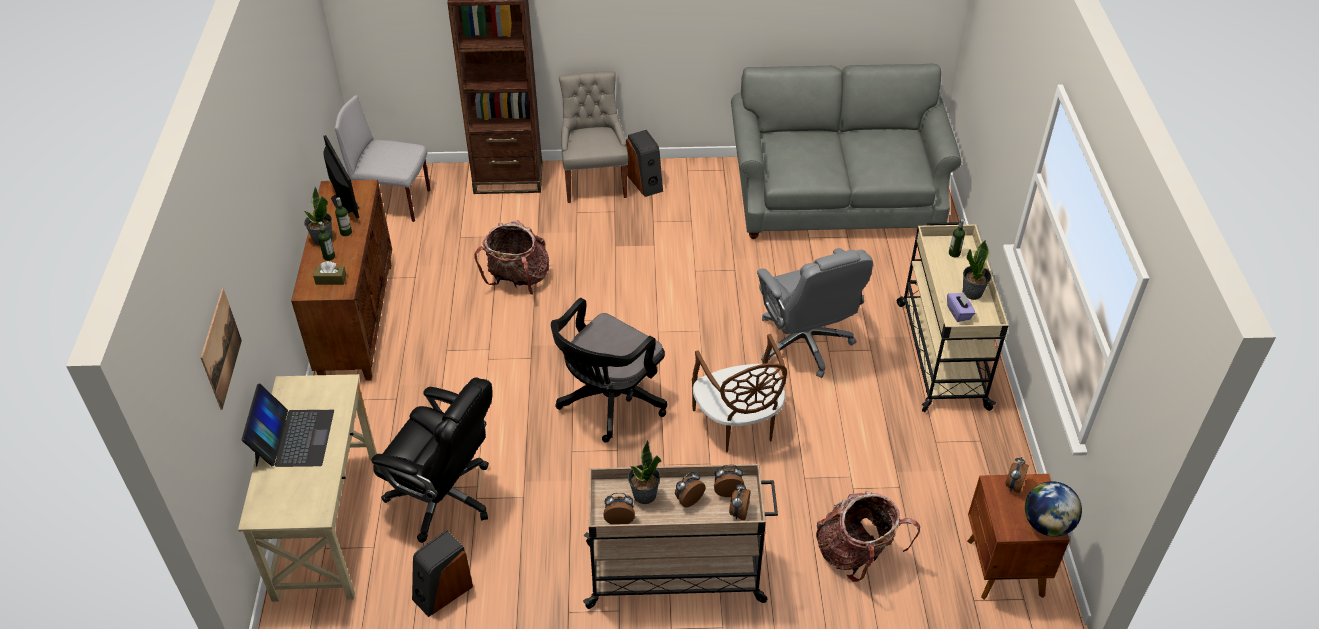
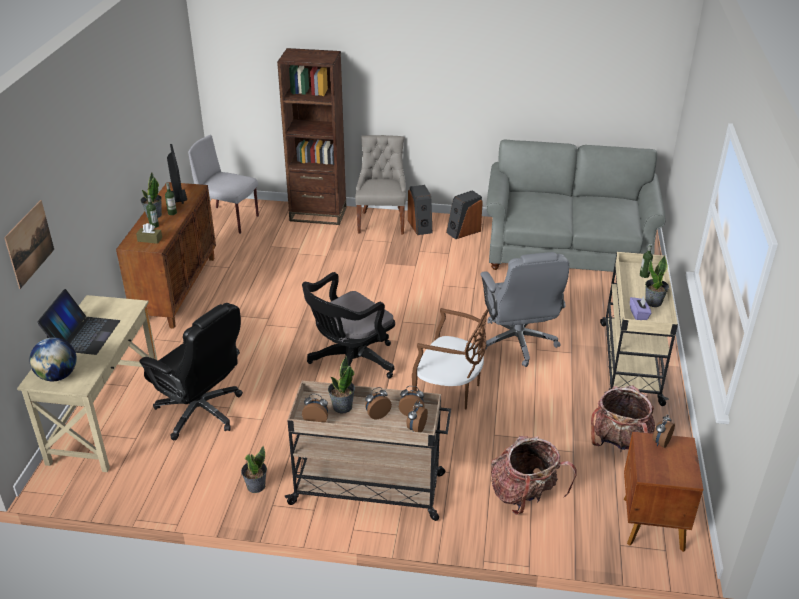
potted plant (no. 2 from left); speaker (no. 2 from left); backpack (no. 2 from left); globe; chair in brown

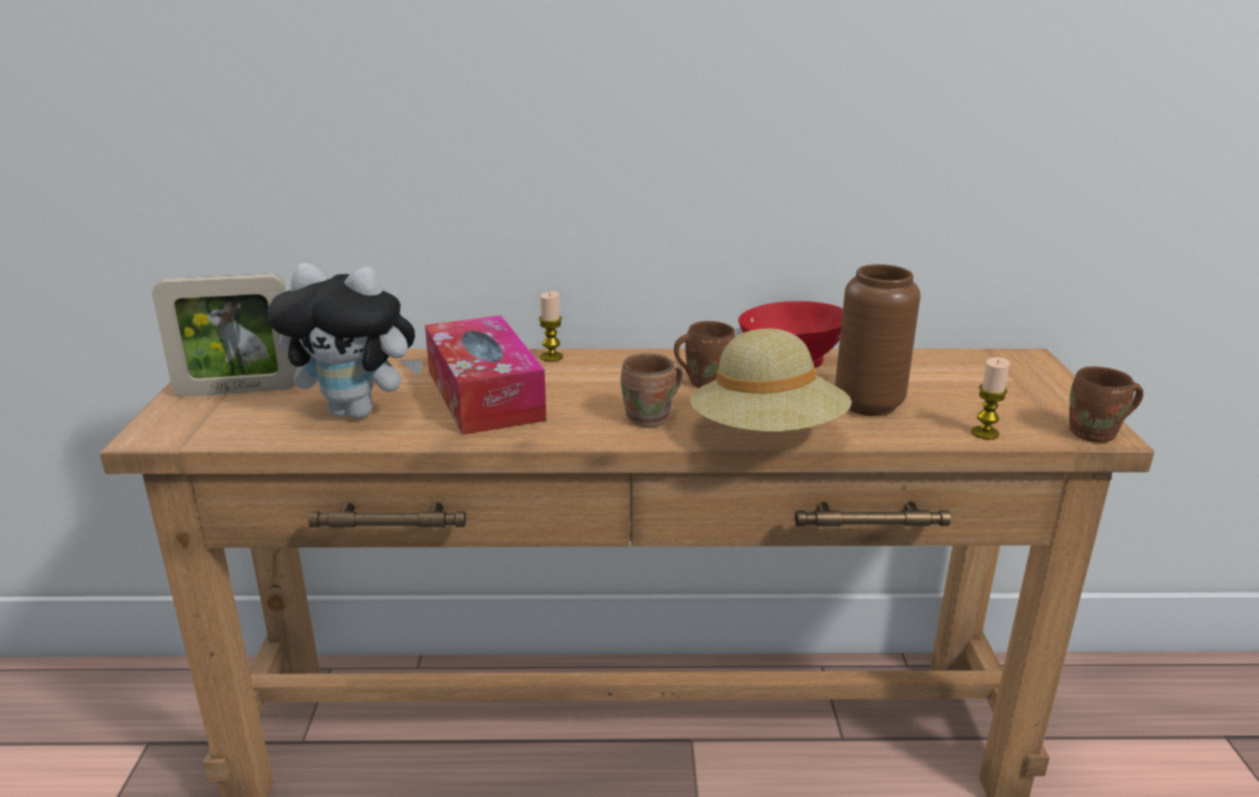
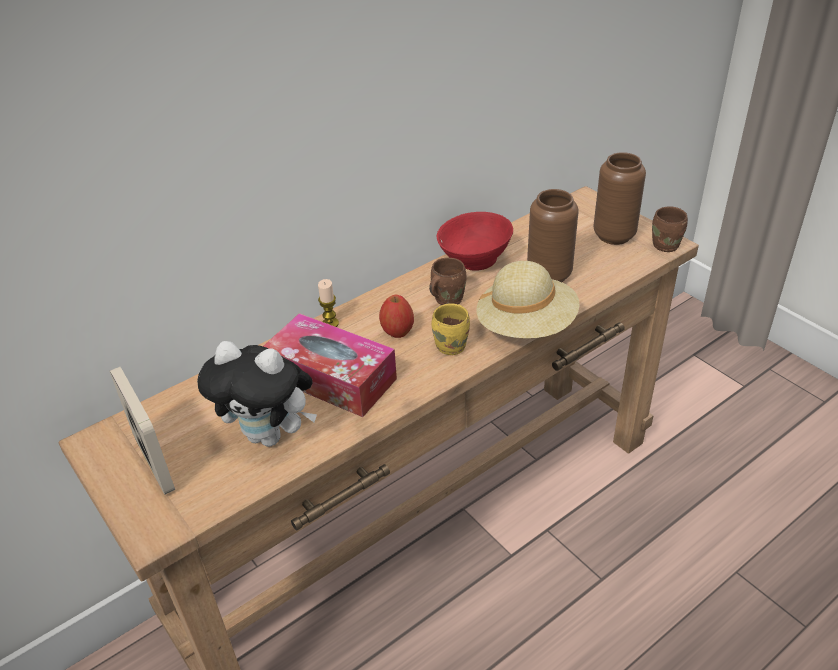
candle (no. 2 from left in the first image); apple; vase in brown (no. 2 from left); mug in yellow; picture frame; plush toy

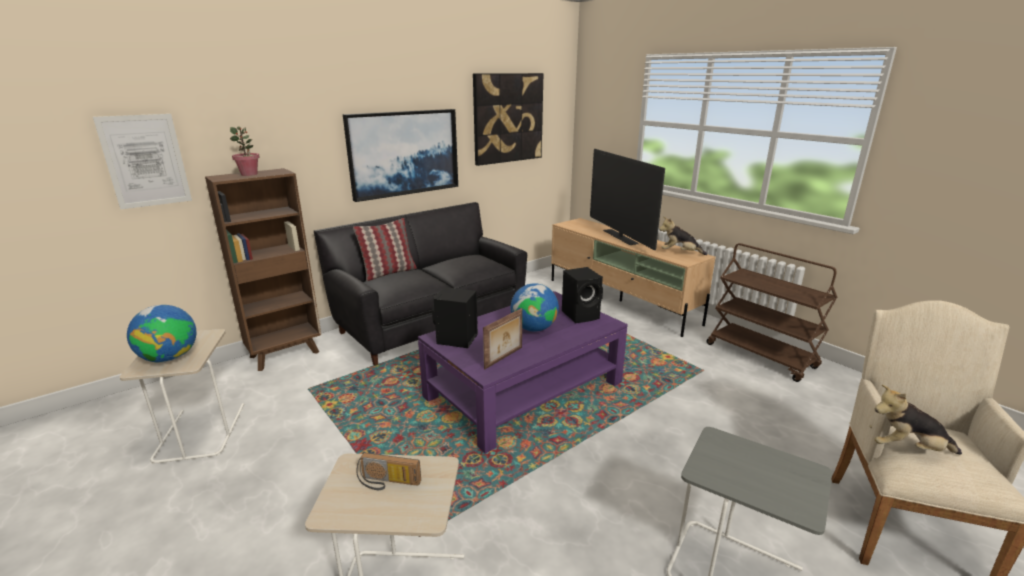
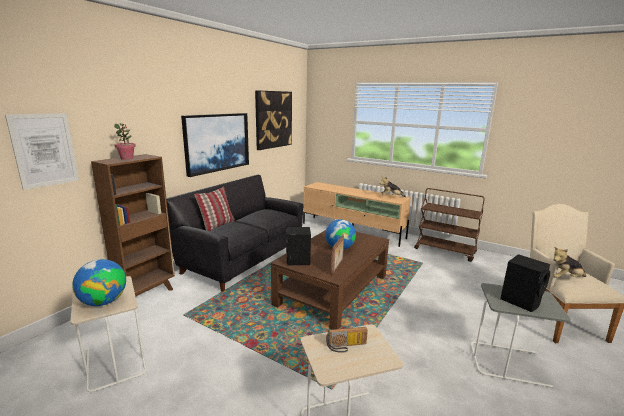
television; speaker in black (no. 2 from left); coffee table in brown

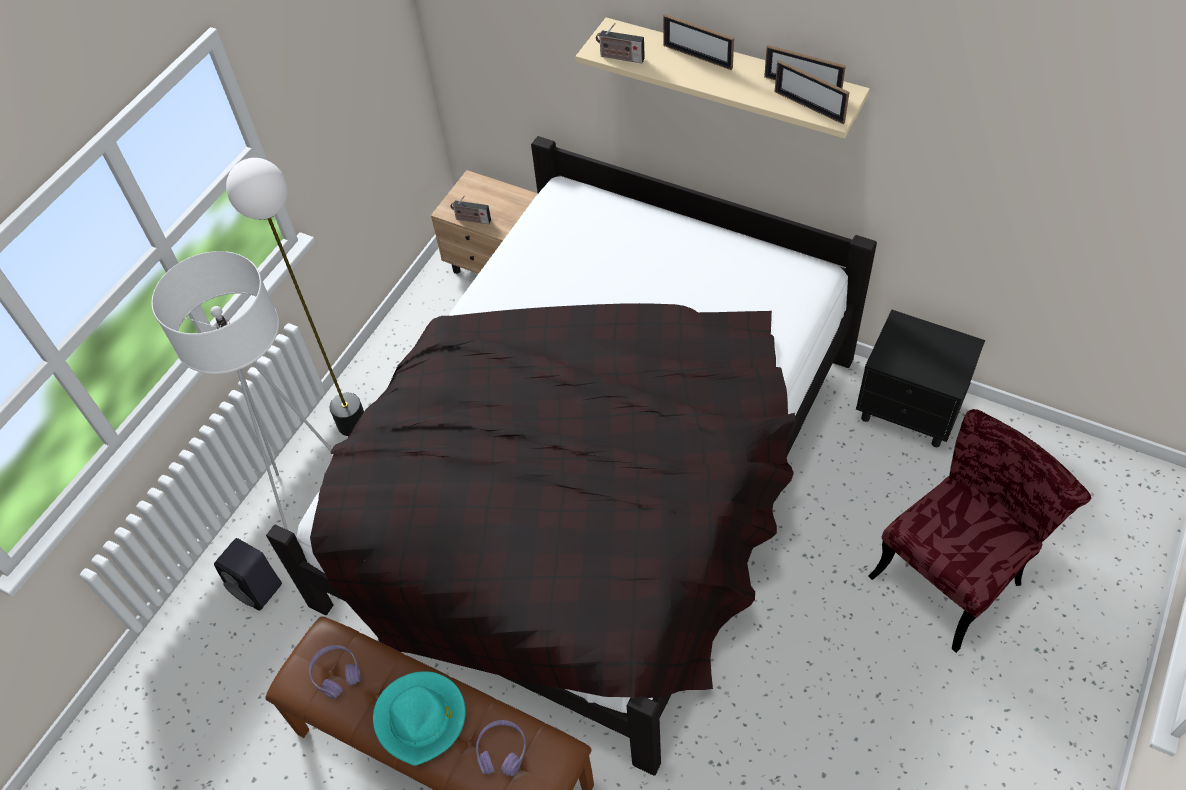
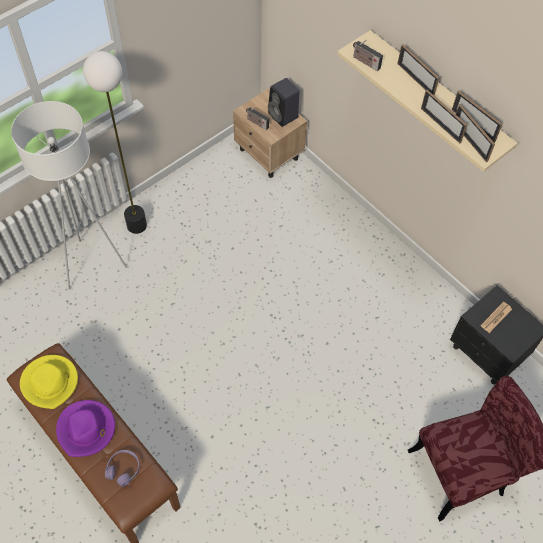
bed in black; picture frame (no. 2 from left); newspaper; speaker in black; hat in yellow; hat in purple

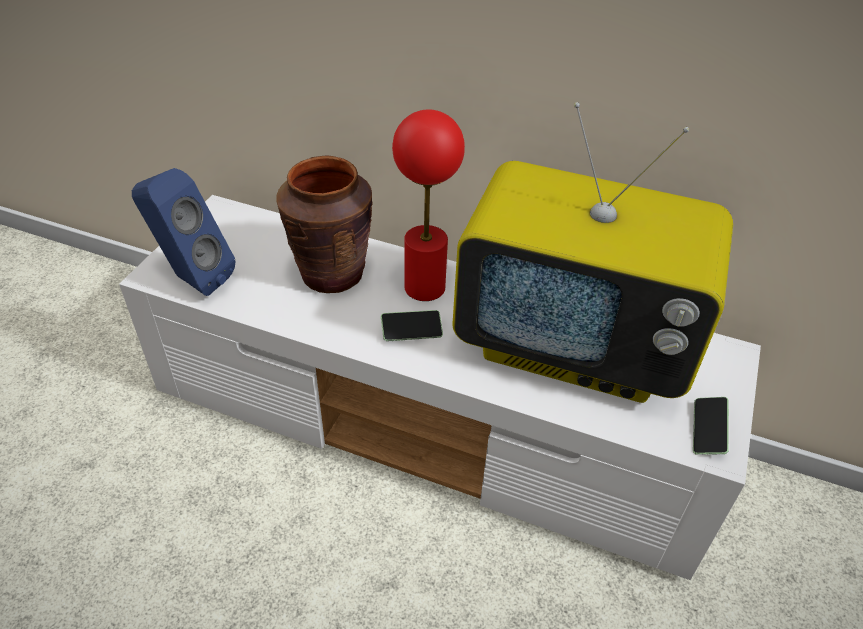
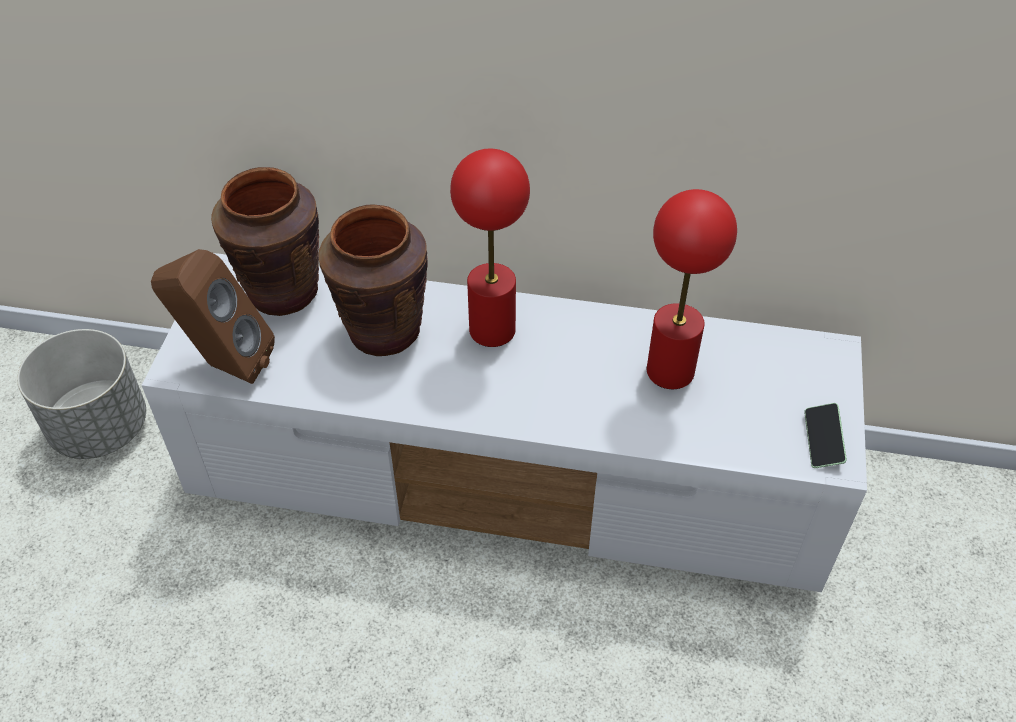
phone (no. 1 from left in the first image); planter in grey; vase in brown (no. 1 from left); table lamp in red (no. 2 from left); speaker in brown

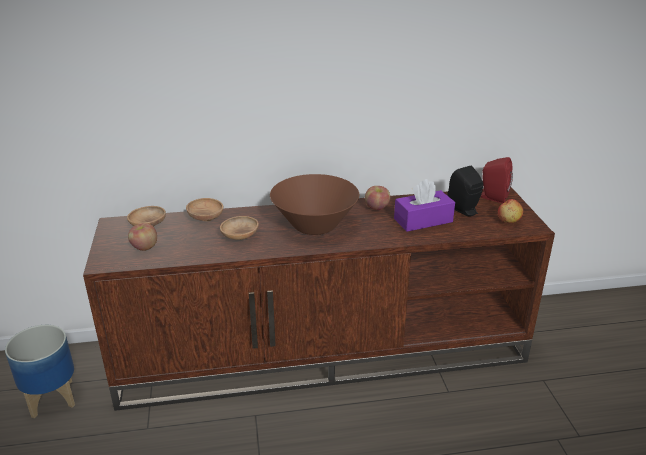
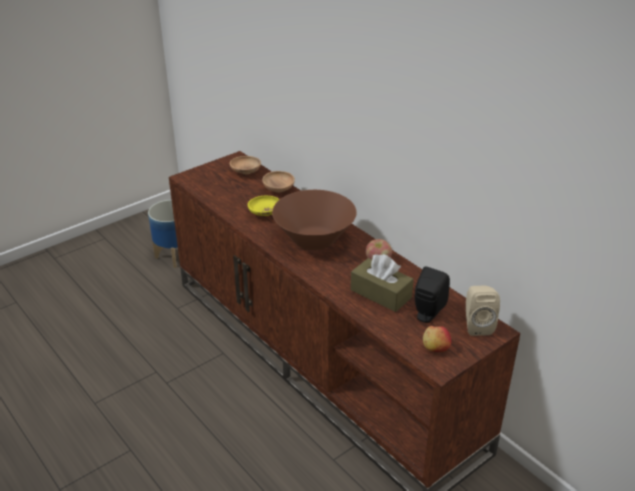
apple (no. 1 from left in the first image); bowl in yellow; tissue box in brown; speaker in beige

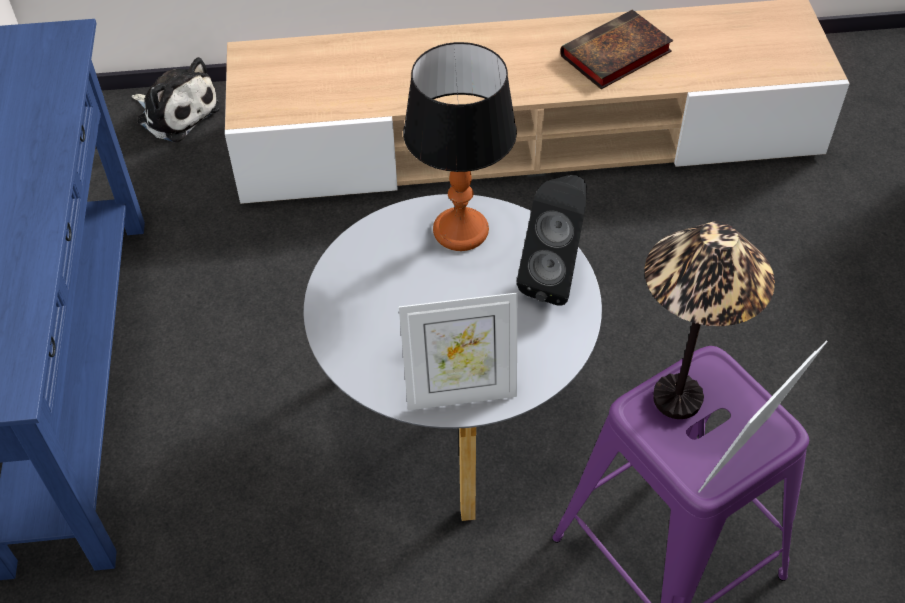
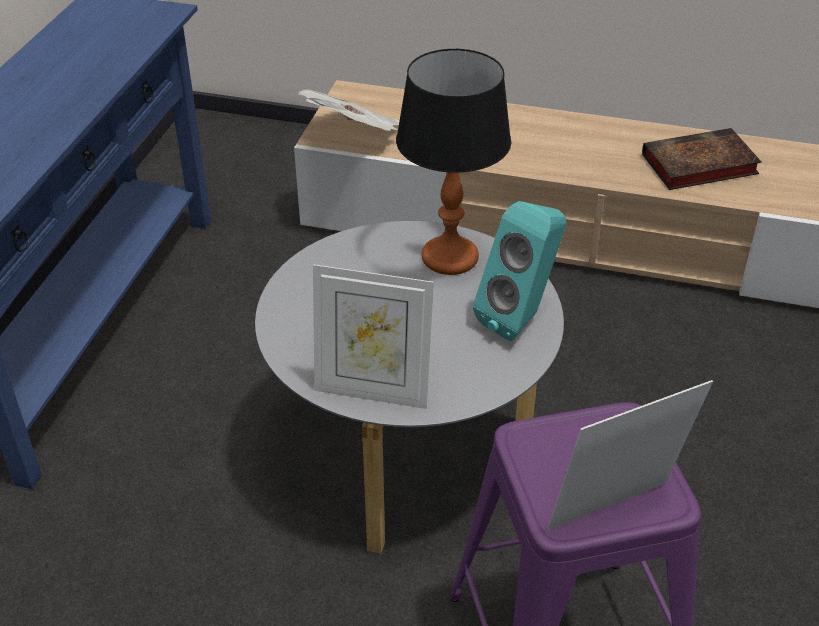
plush toy; table lamp (no. 2 from left in the first image); newspaper; speaker in turquoise

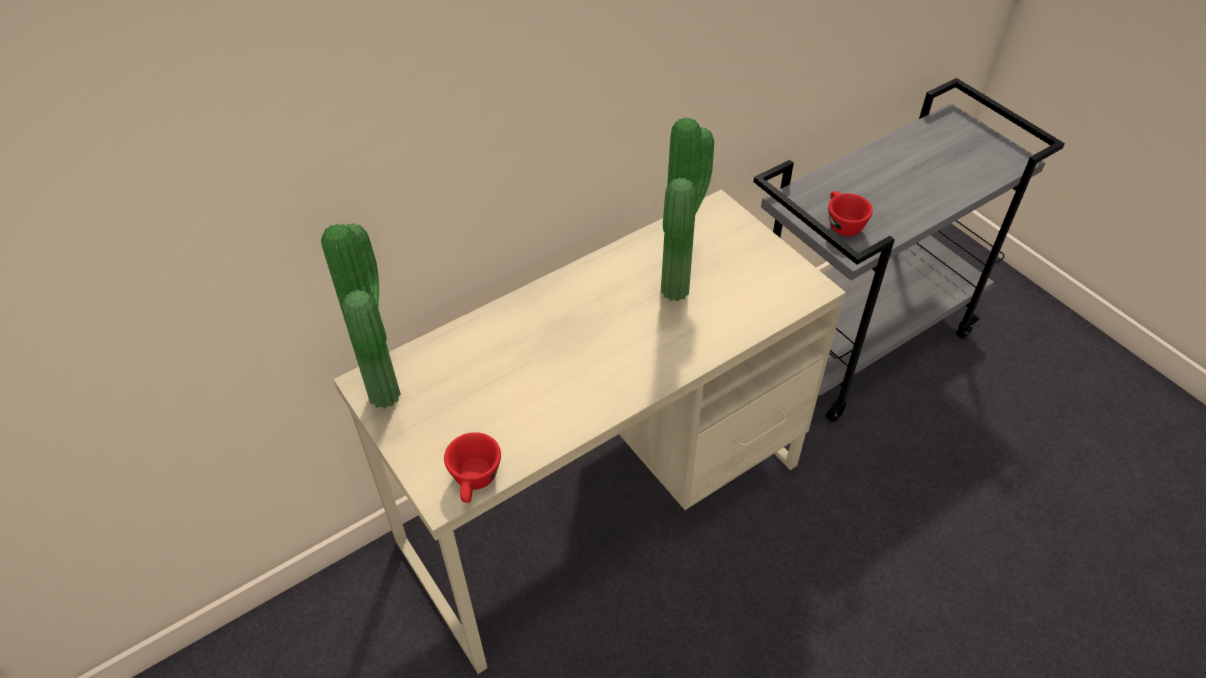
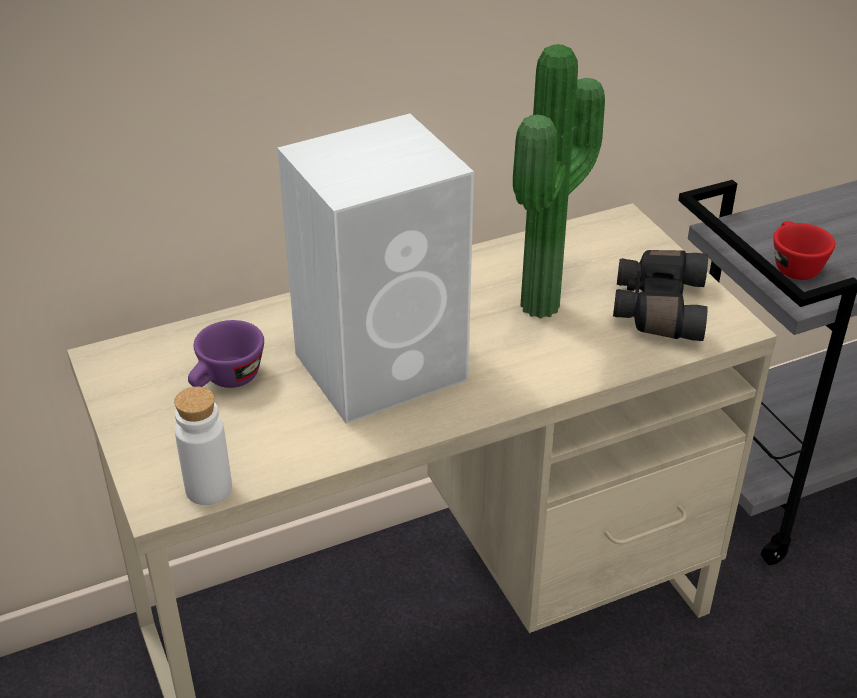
potted plant (no. 1 from left in the first image); cup in purple; speaker in white; binoculars in black; bottle in white

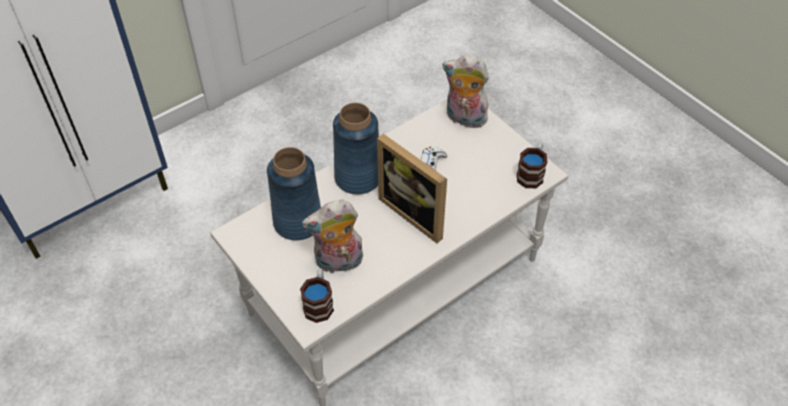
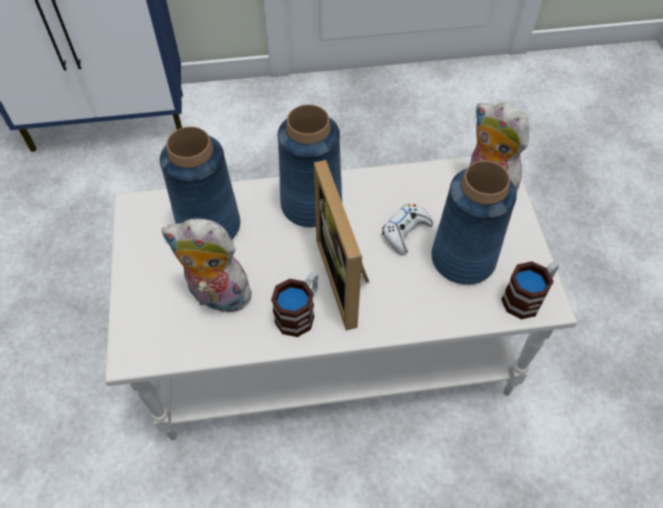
vase in blue (no. 3 from left); mug (no. 1 from left)

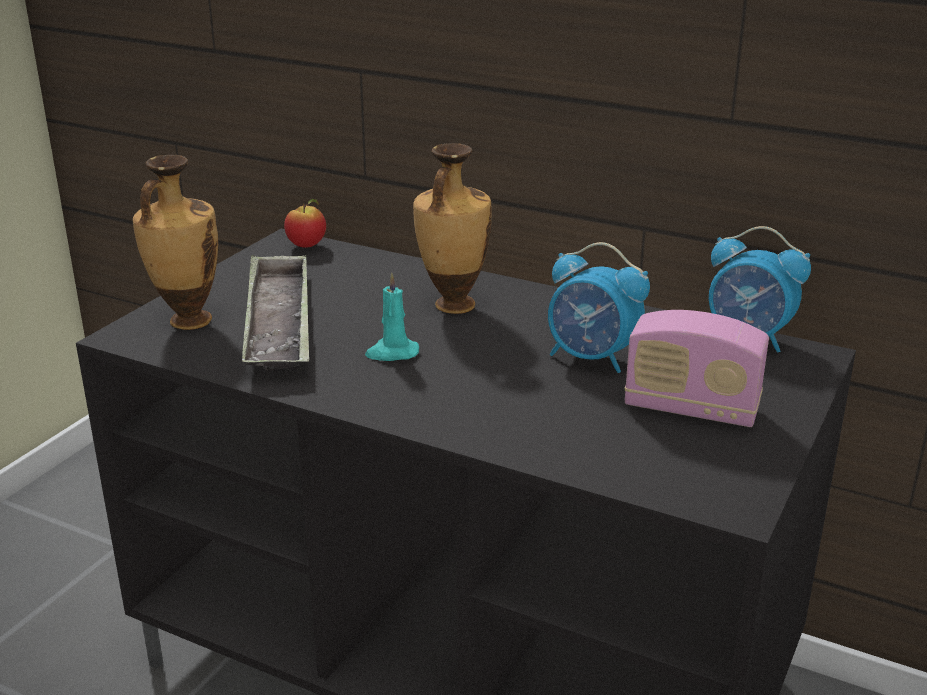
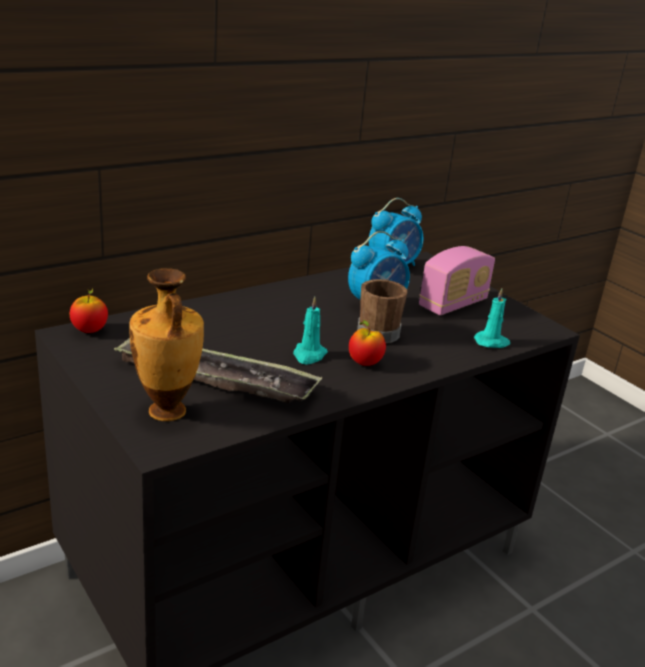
vase (no. 2 from left in the first image); apple (no. 2 from left); mug in brown; candle in turquoise (no. 2 from left)

